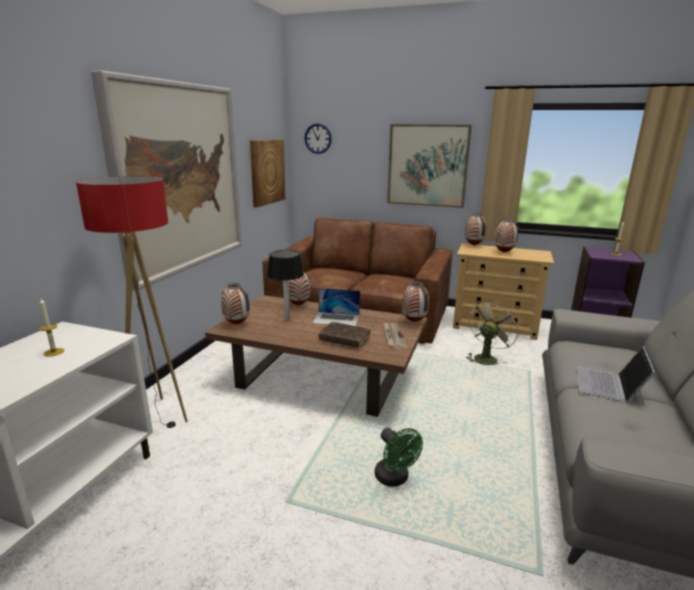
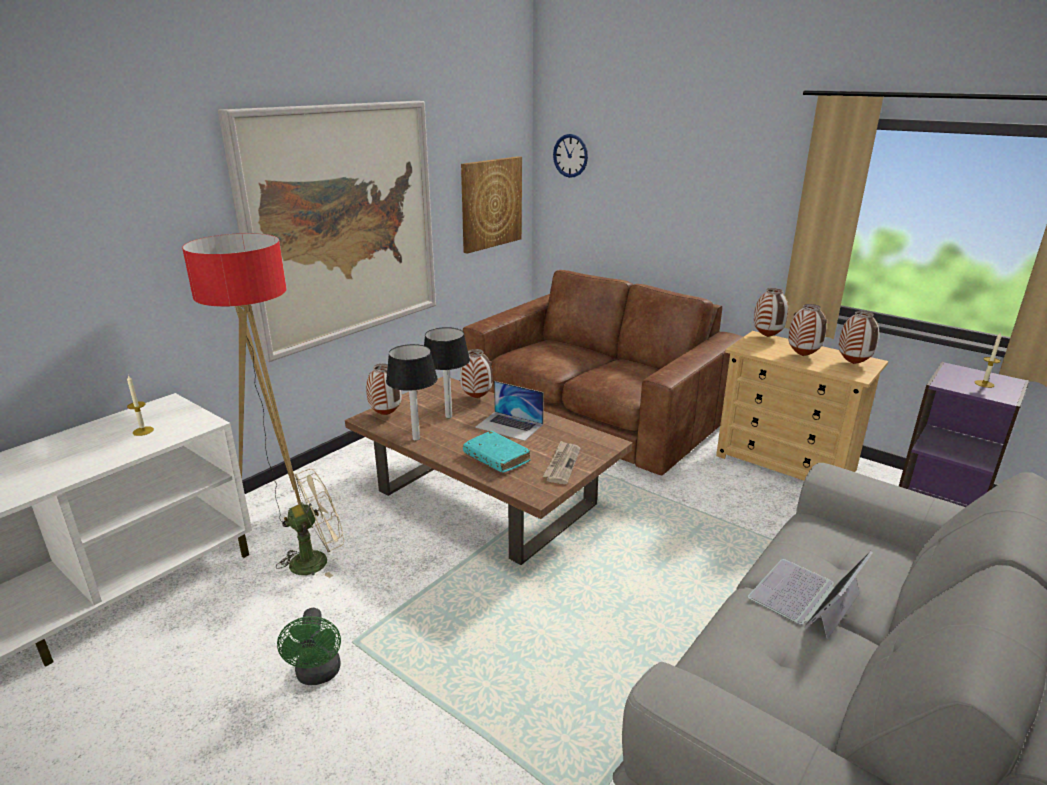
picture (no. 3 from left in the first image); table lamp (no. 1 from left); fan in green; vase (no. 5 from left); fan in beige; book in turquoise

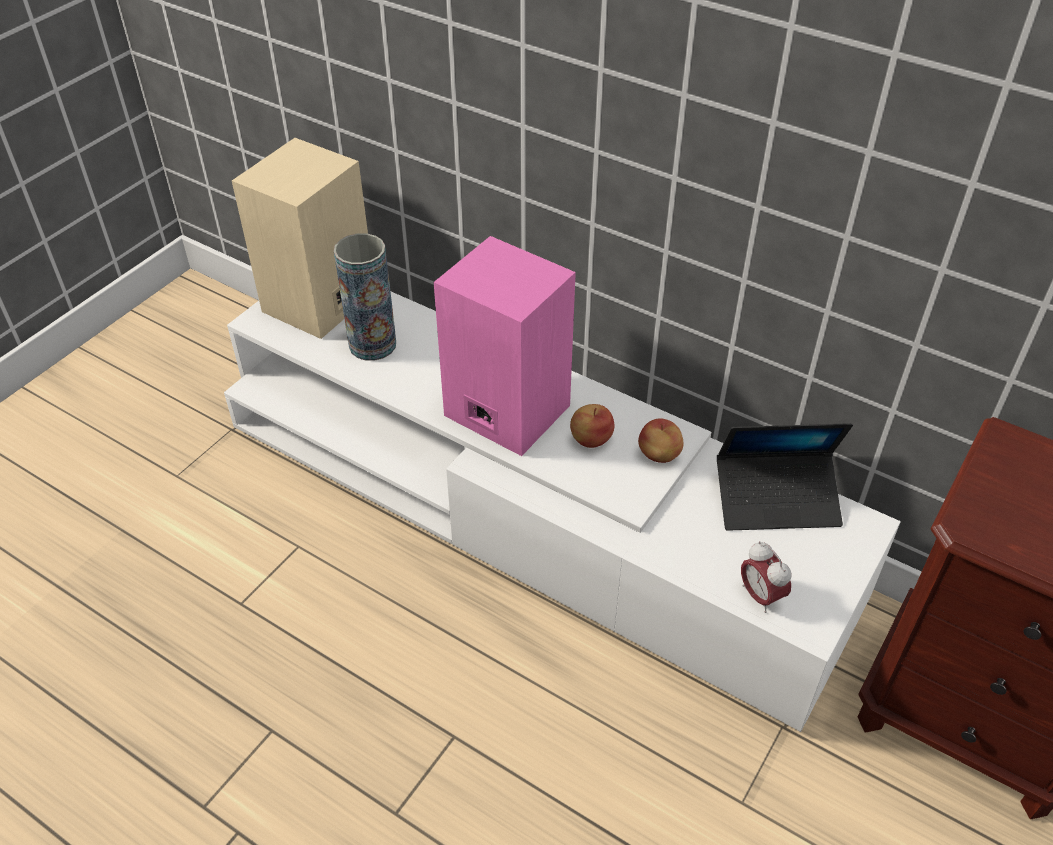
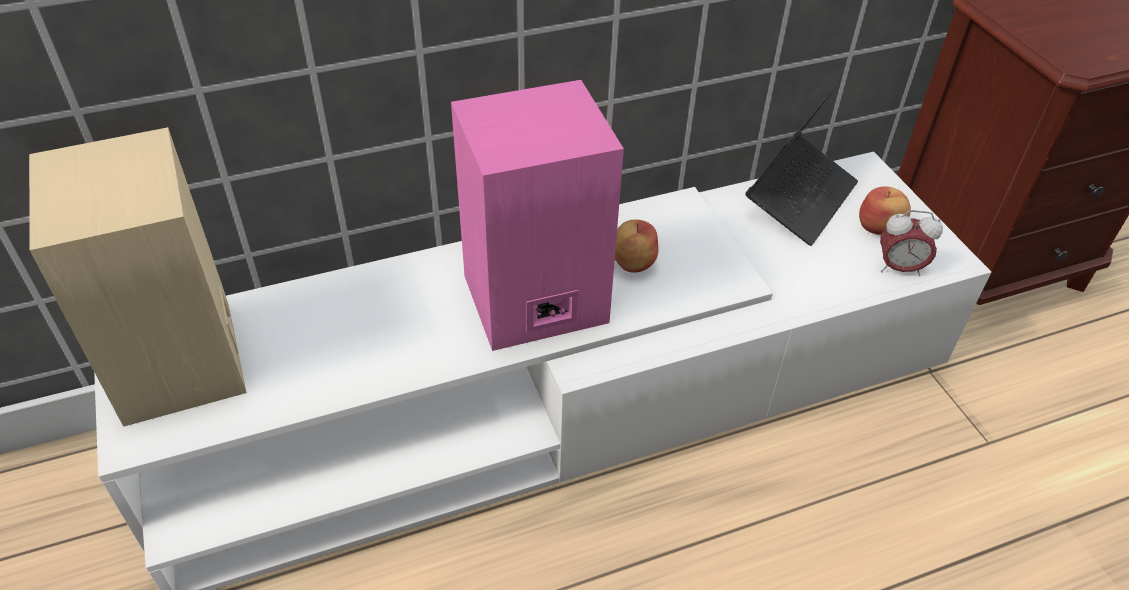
vase; apple (no. 2 from left)

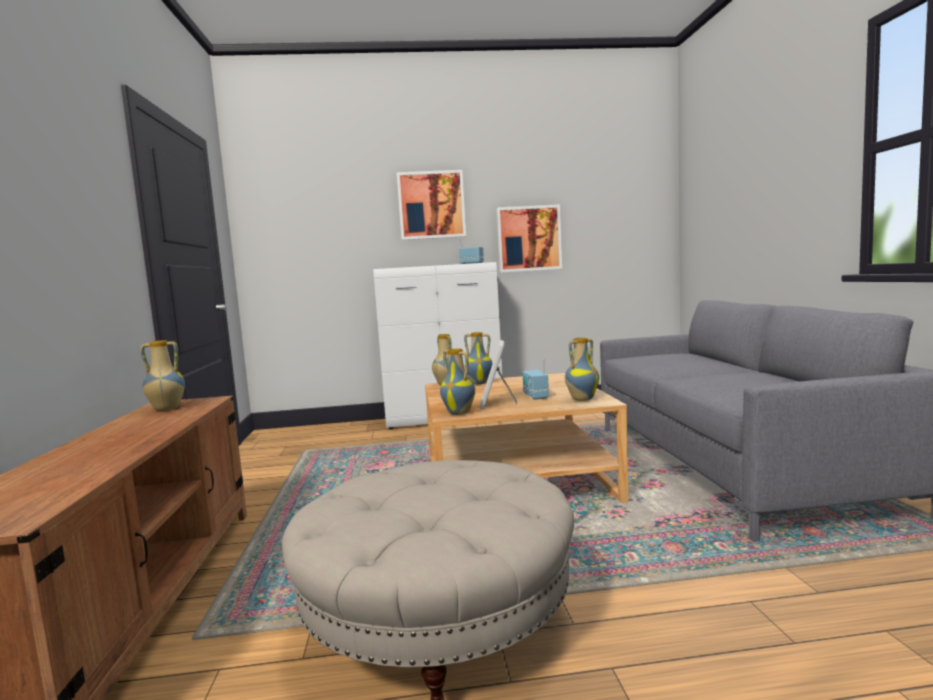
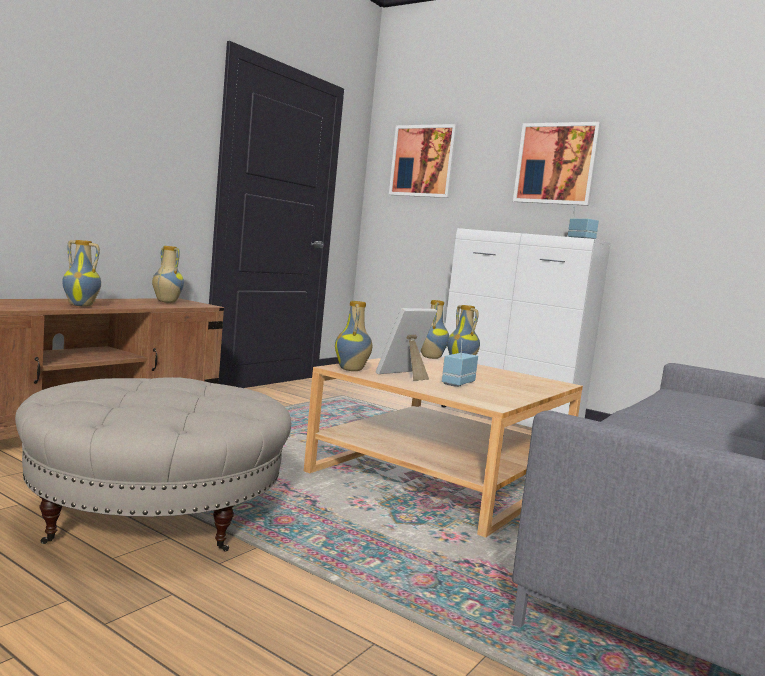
picture (no. 1 from left); vase (no. 1 from left)

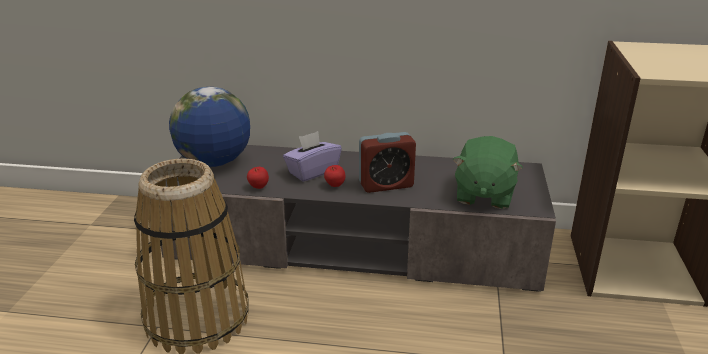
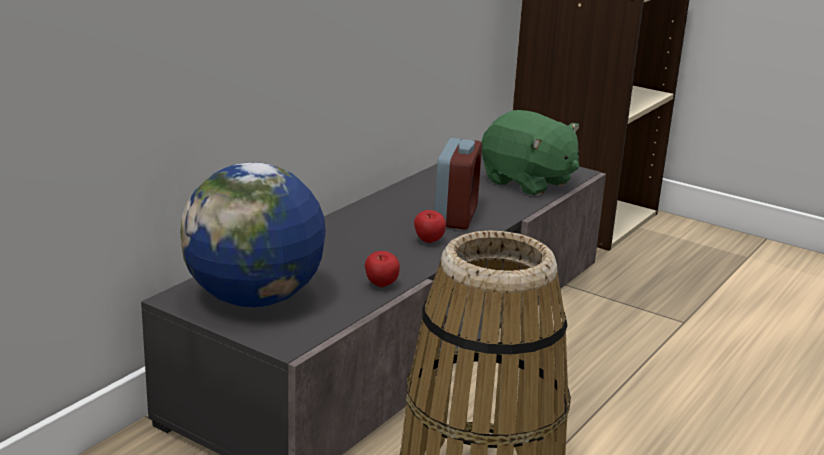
tissue box in purple

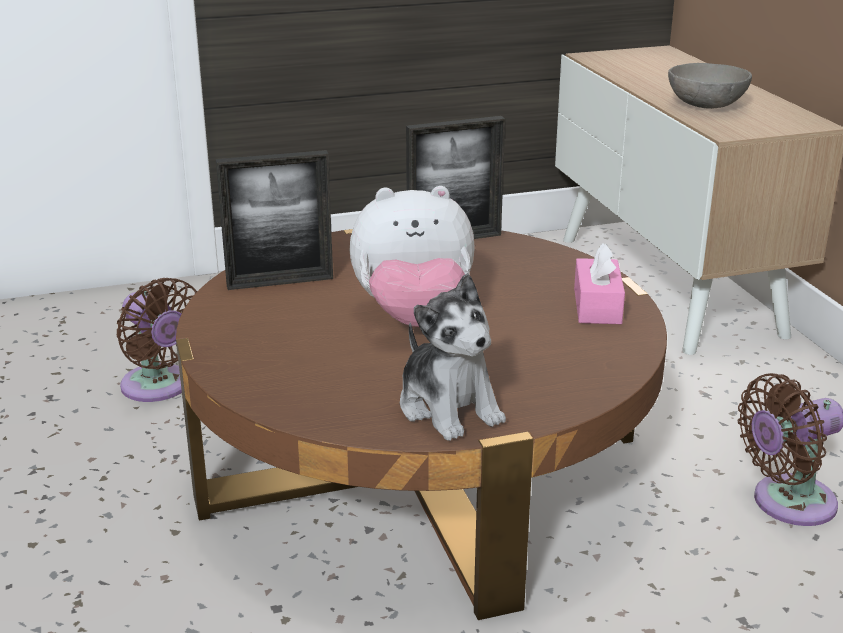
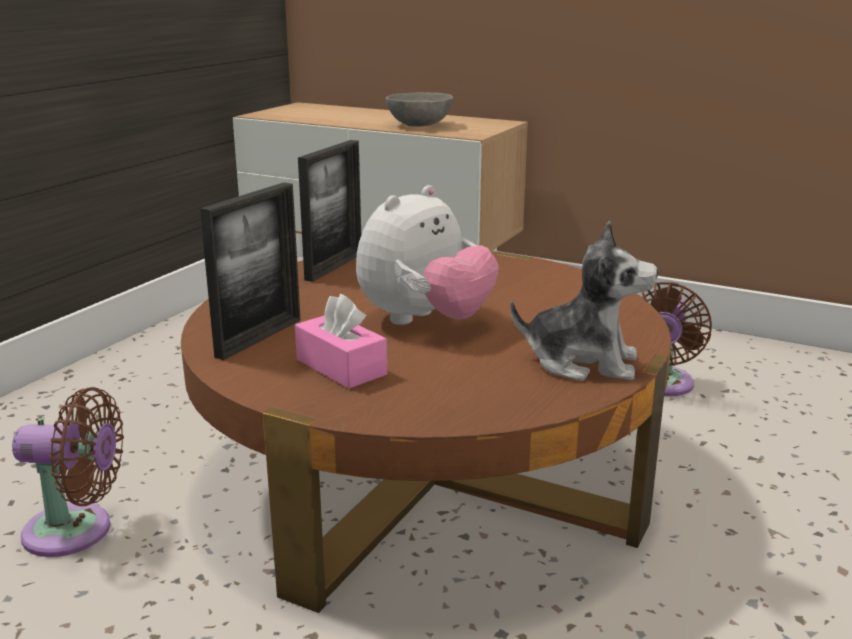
tissue box in pink

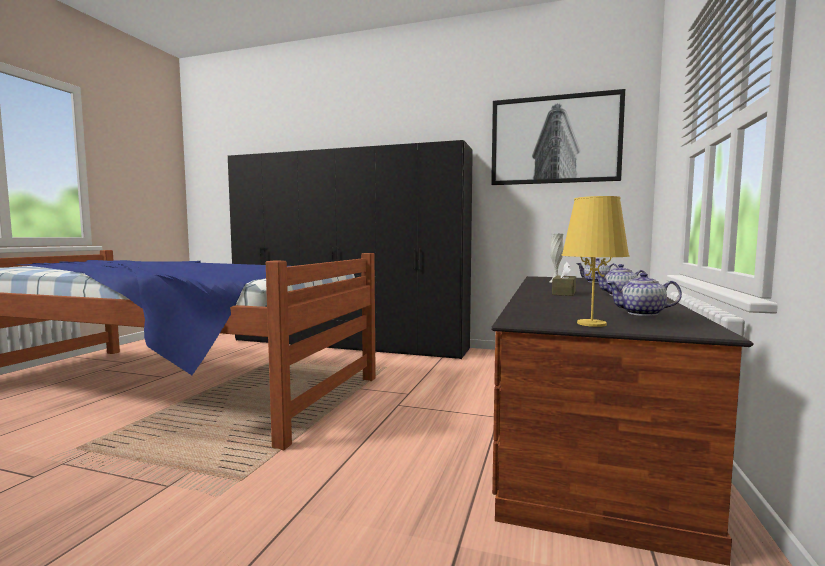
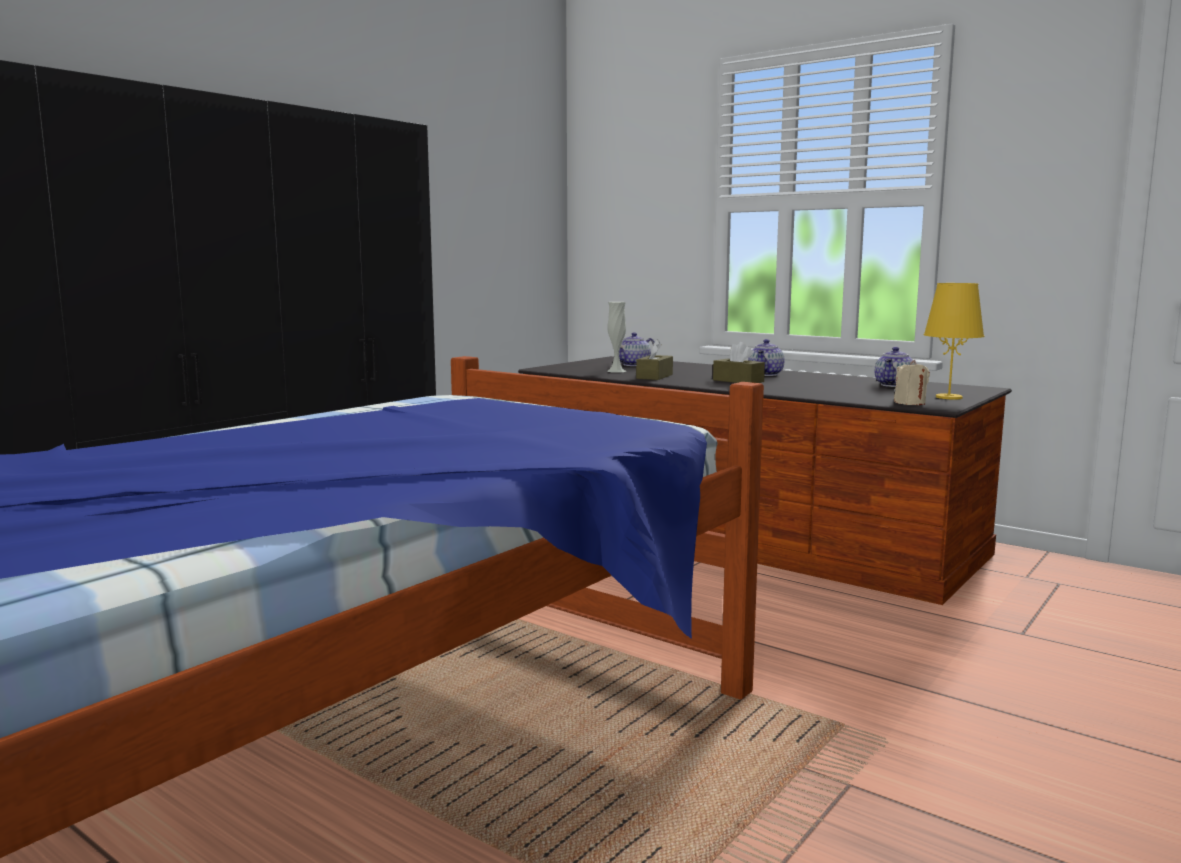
picture; tissue box in brown (no. 1 from left); candle in beige

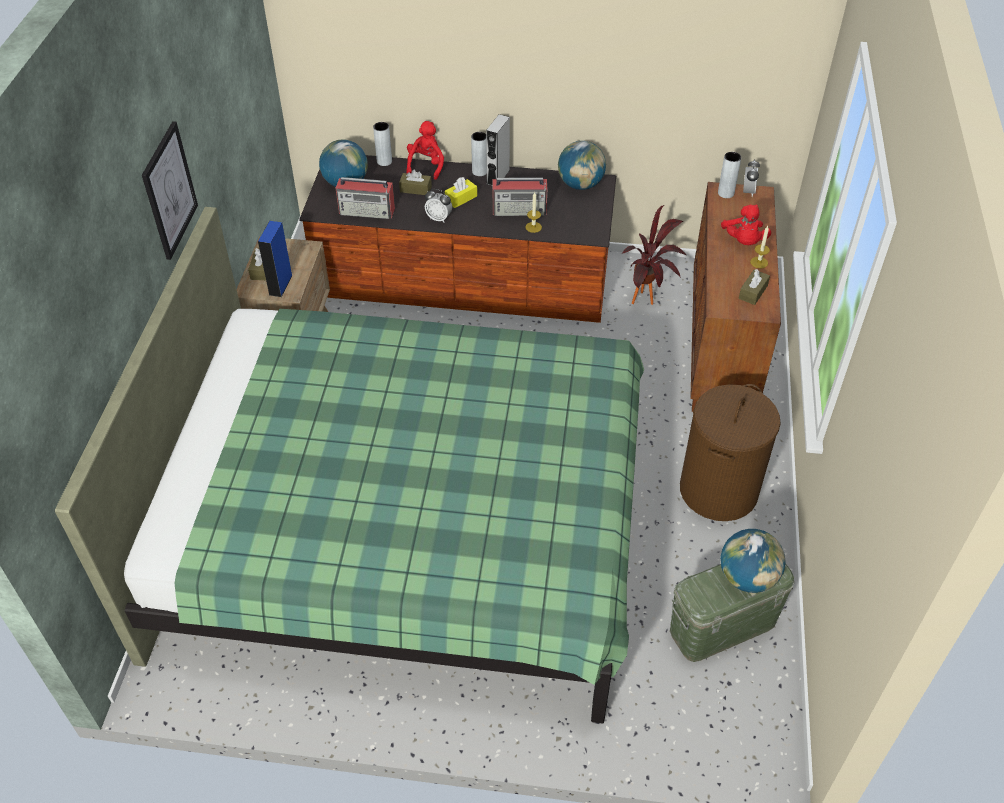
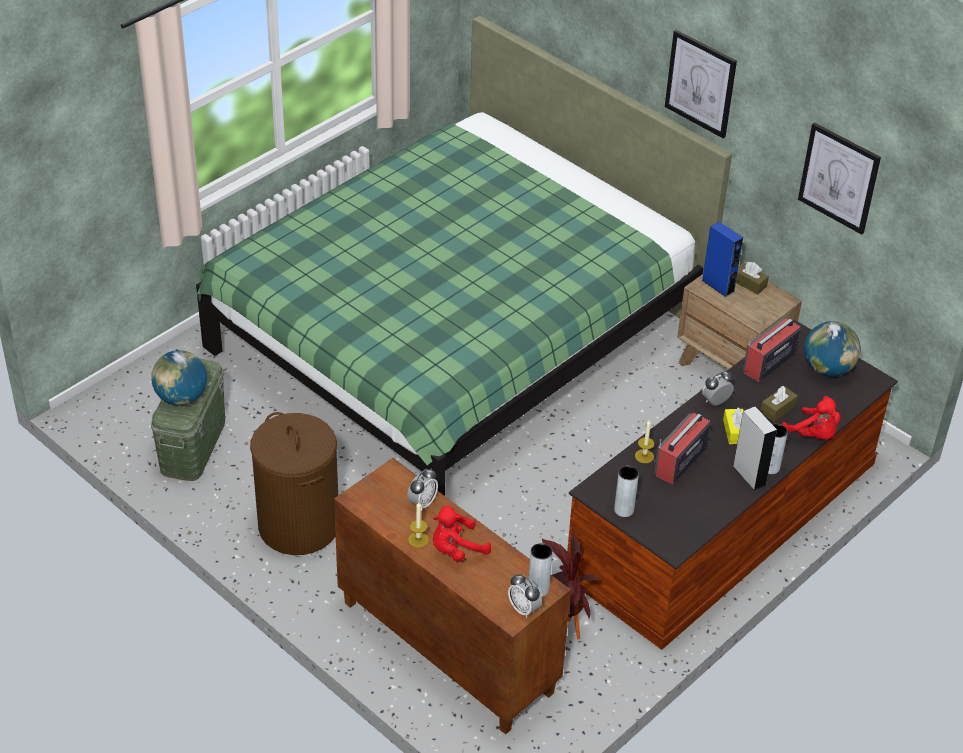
globe (no. 2 from left in the first image); tissue box in brown (no. 3 from left in the first image); alarm clock (no. 1 from left); picture (no. 2 from left); vase in grey (no. 2 from left); plush toy in red (no. 1 from left)

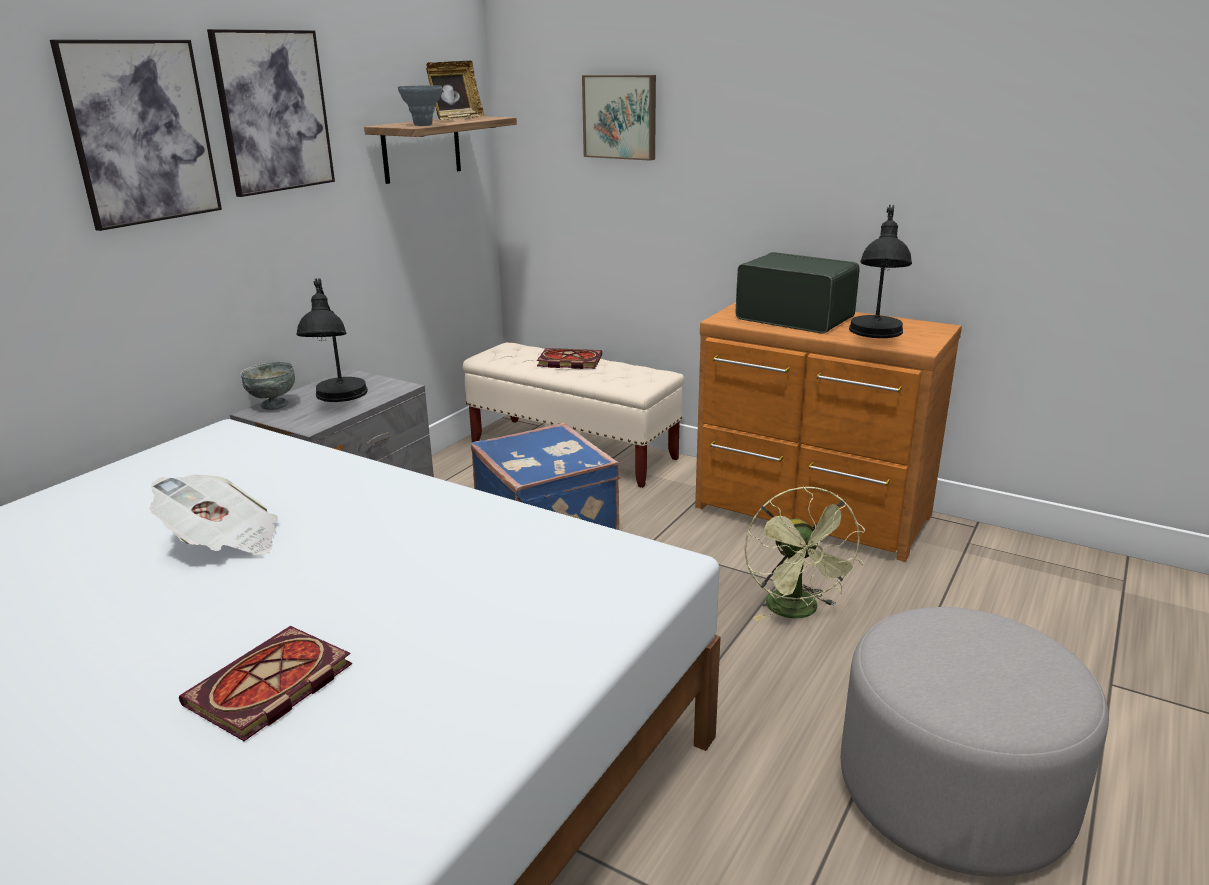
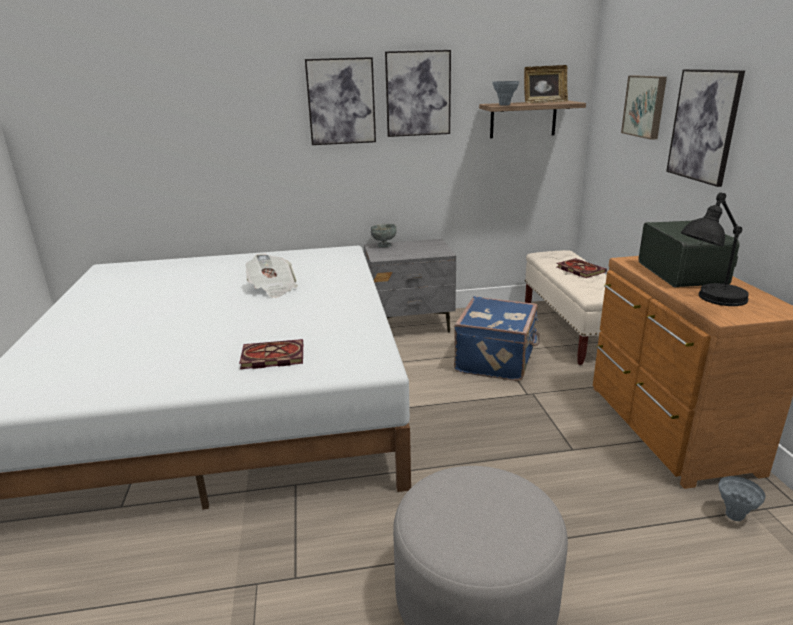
table lamp in black (no. 1 from left in the first image); fan in green; picture (no. 4 from left); vase in grey (no. 2 from left); book (no. 1 from left)

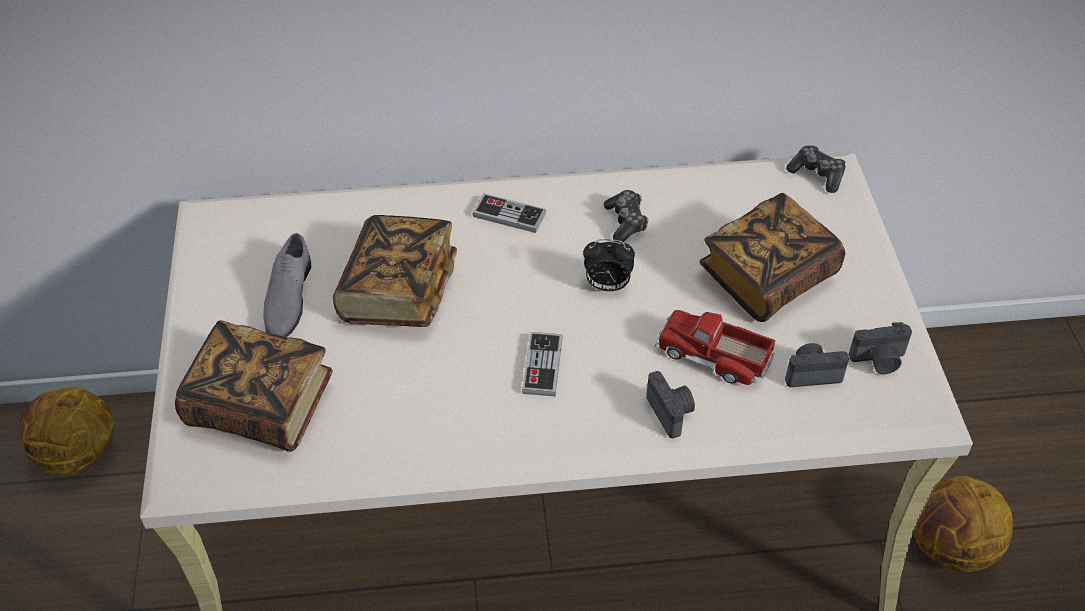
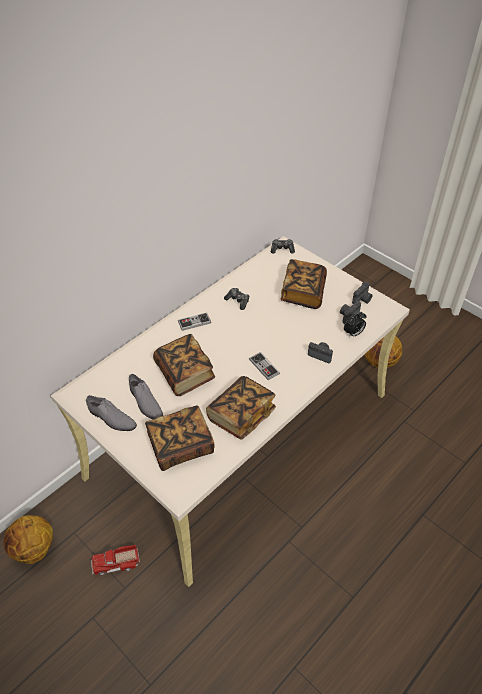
shoe in grey (no. 1 from left); book (no. 3 from left); alarm clock; toy truck

